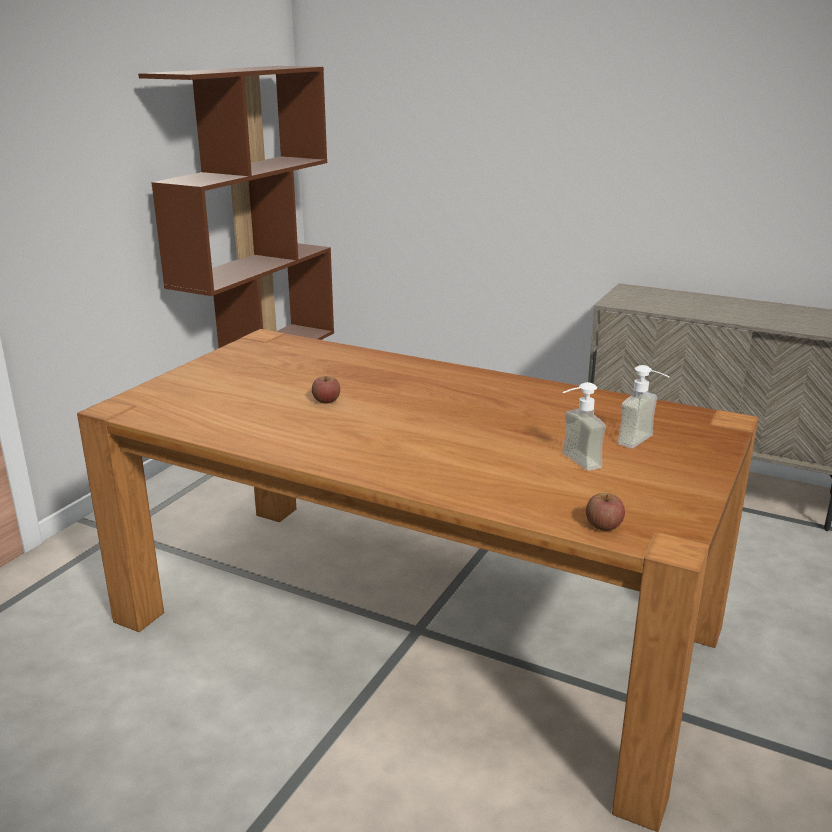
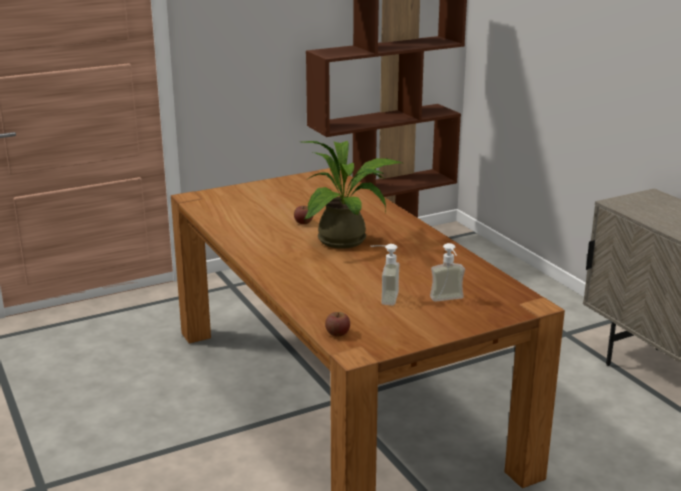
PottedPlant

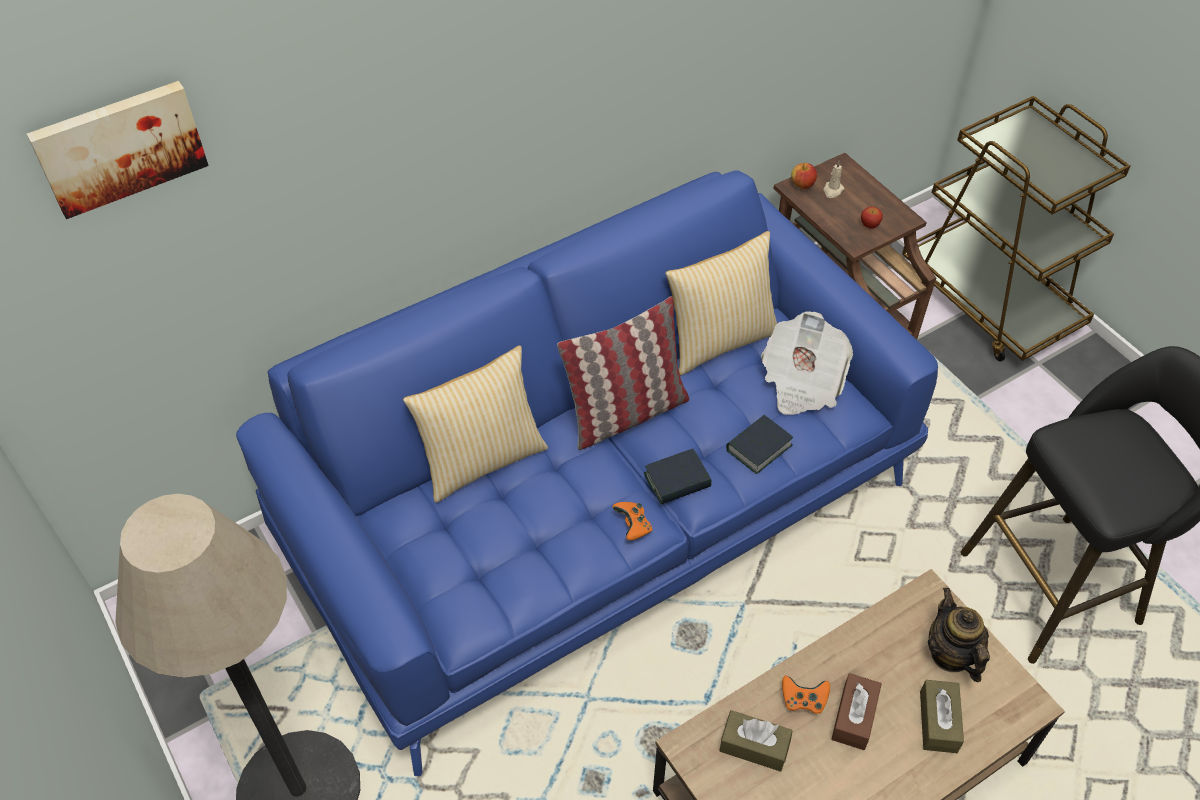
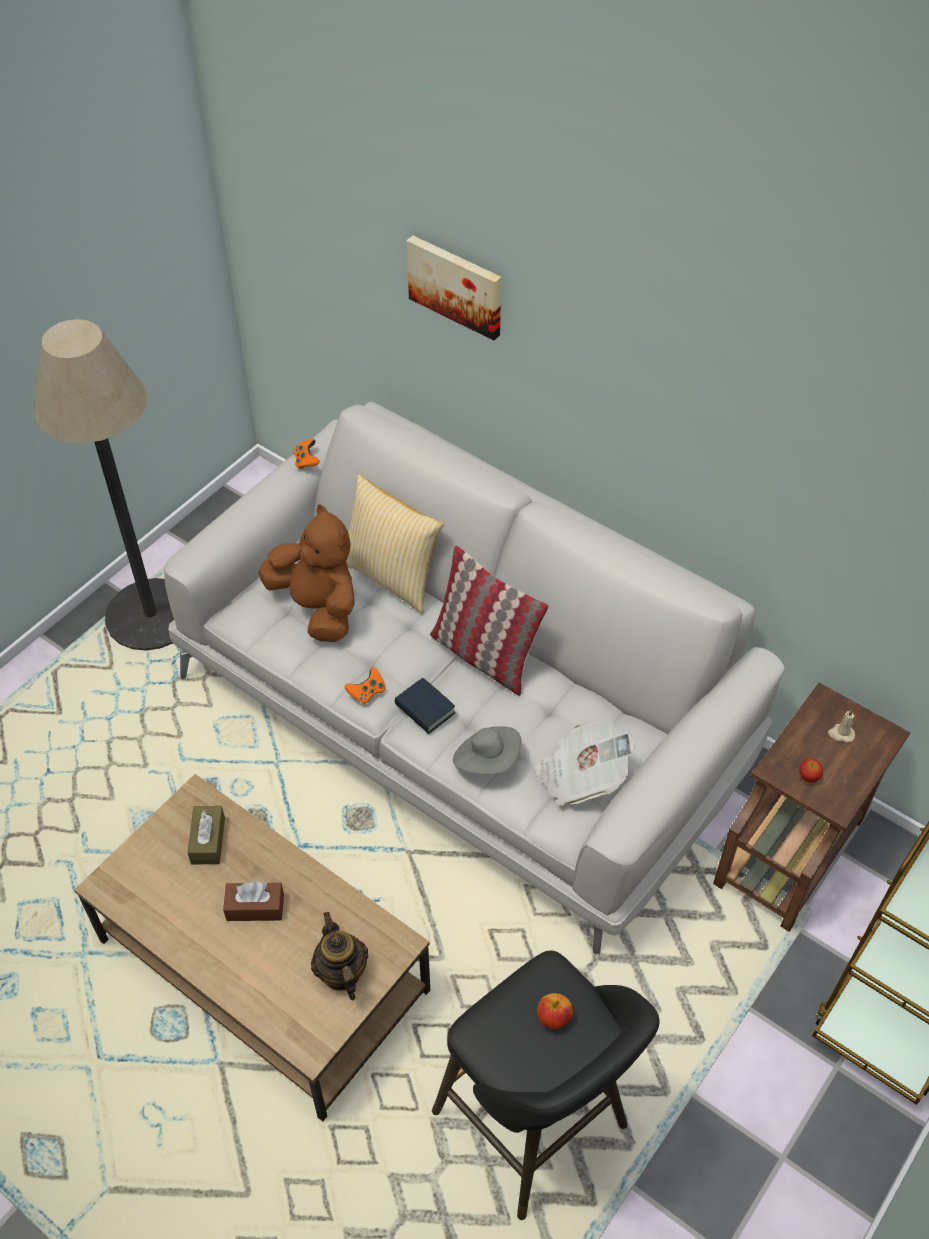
Picture; Apple (1st from left); WhiteSofa; Pillow (3rd from left in the first image); GreyHat; Teapot; OrangeGameController (1st from left); BrownTissueBox (3rd from left in the first image); BrownPlushToy

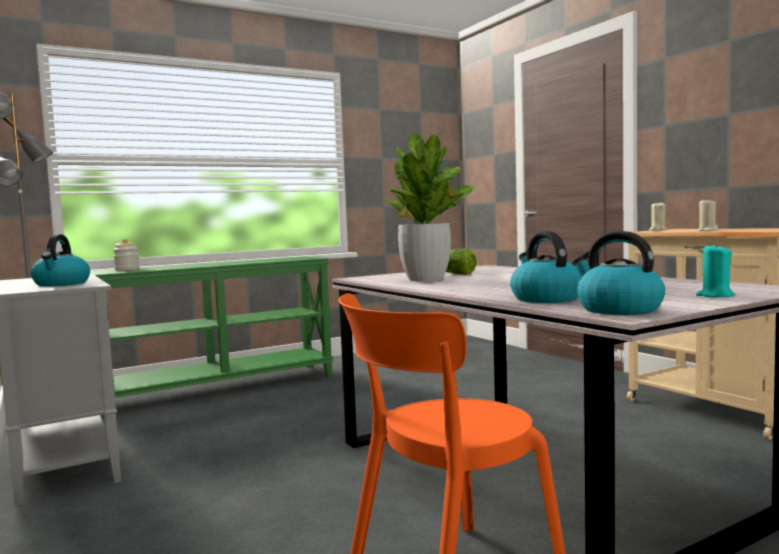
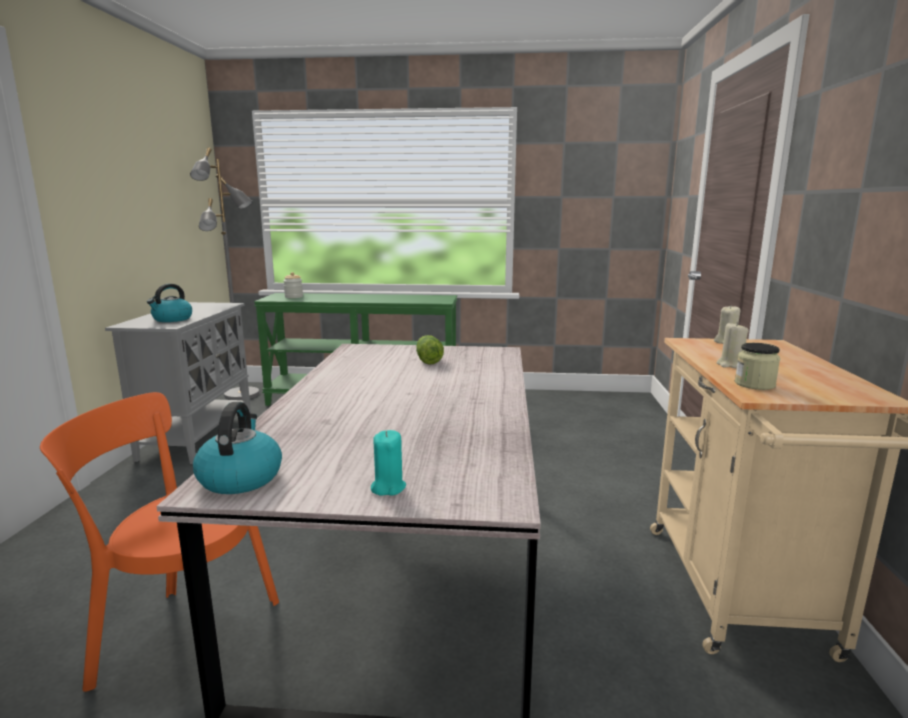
PottedPlant; Kettle (2nd from left in the first image); Jar (2nd from left)

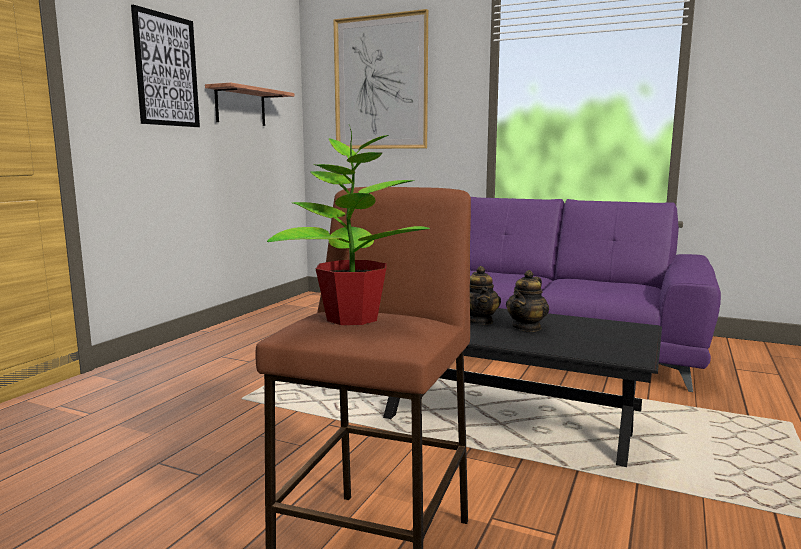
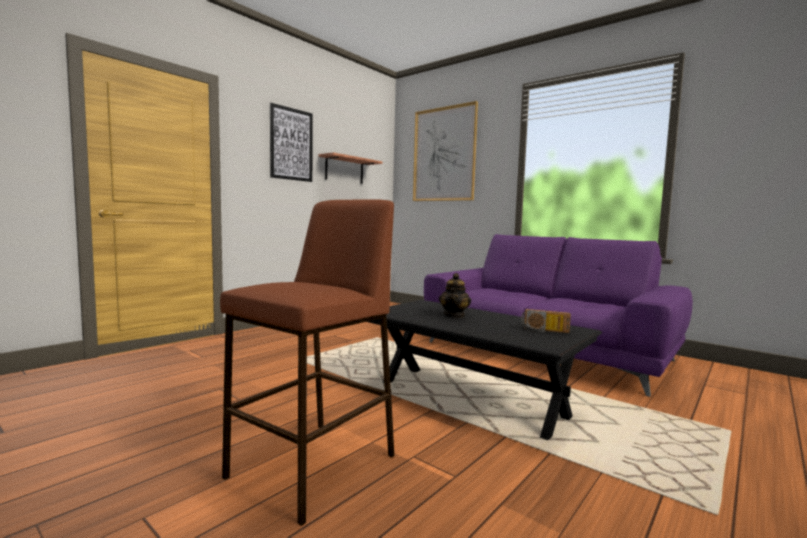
PottedPlant; Teapot (2nd from left in the first image); Radio

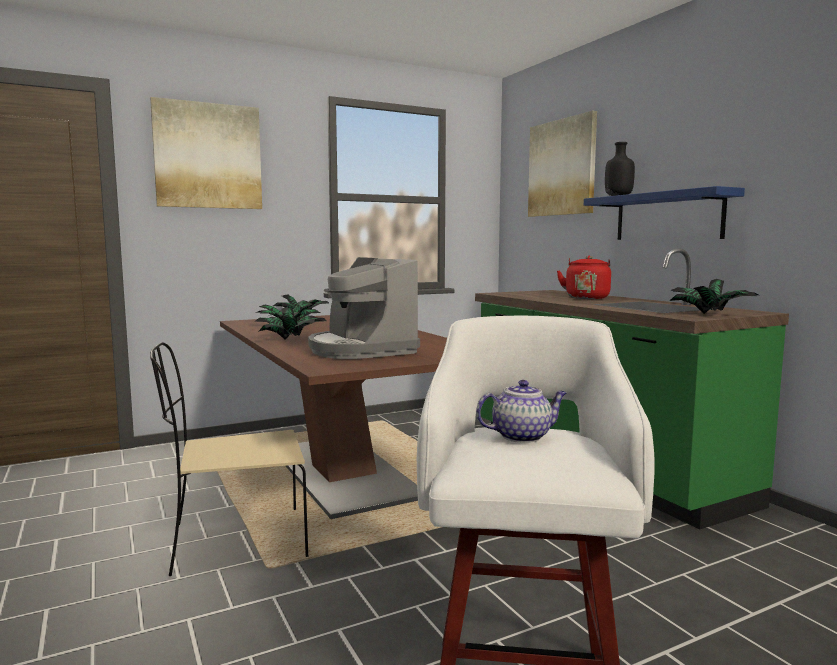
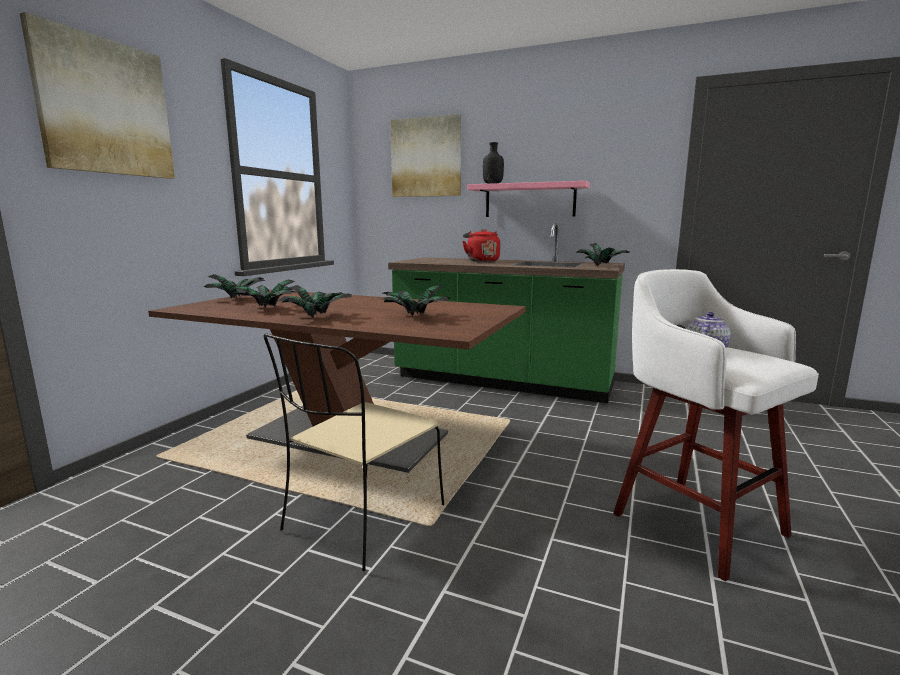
PinkShelf; PottedPlant (4th from left)

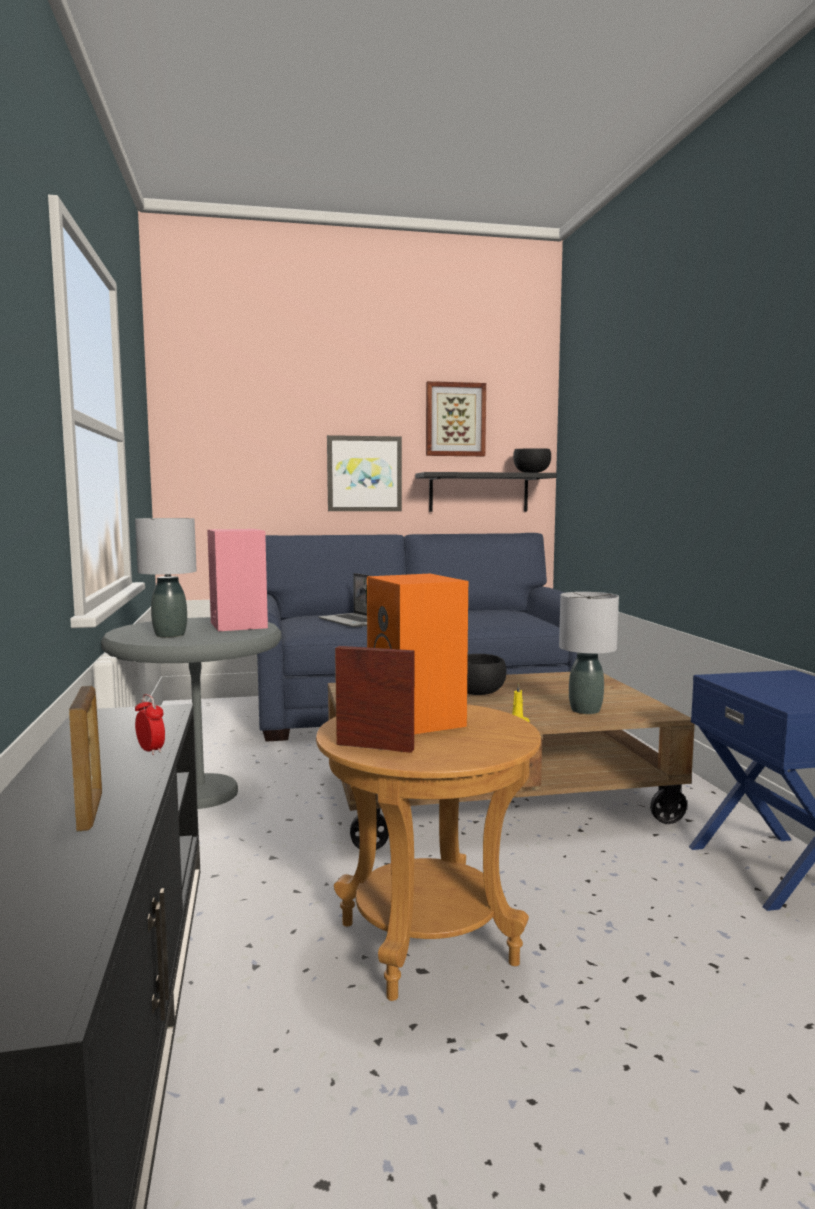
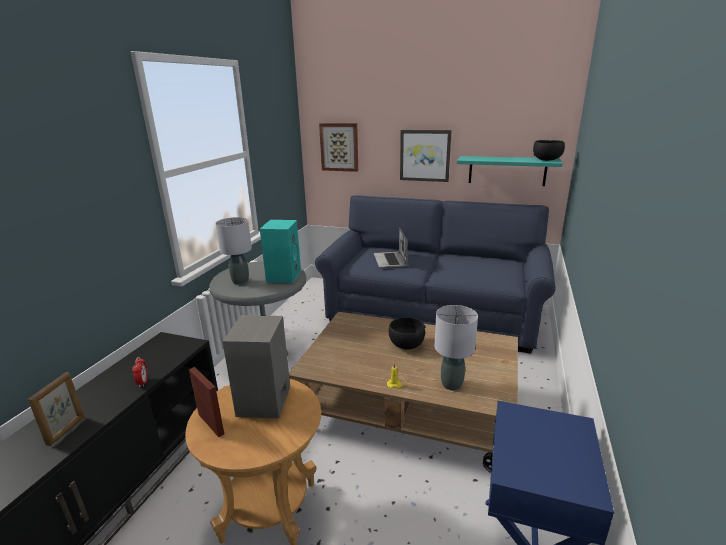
Picture (1st from left); TurquoiseShelf; TurquoiseSpeaker; GreySpeaker

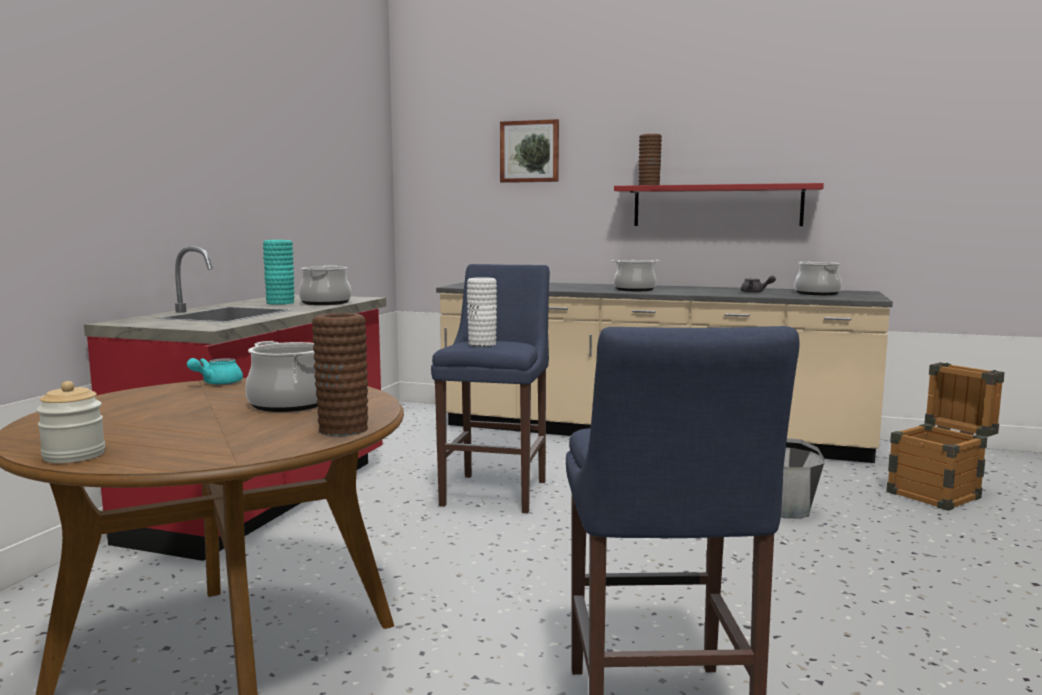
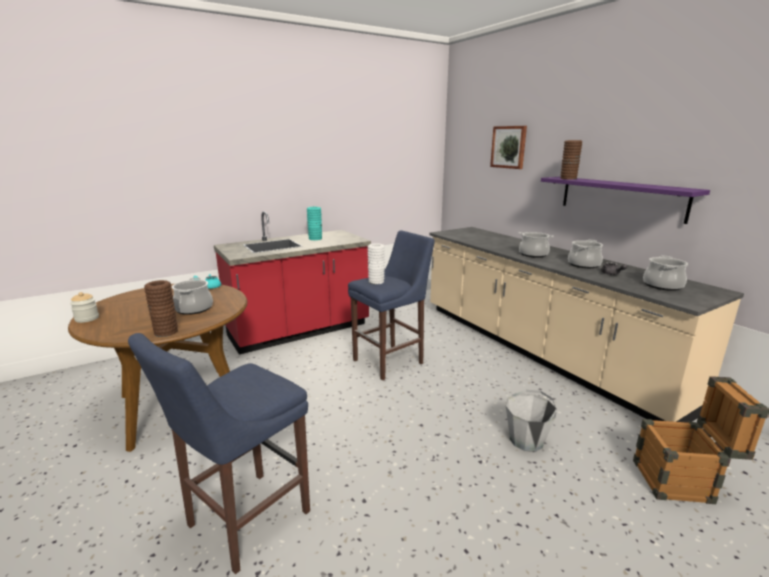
PurpleShelf; CookingPot (3rd from left)

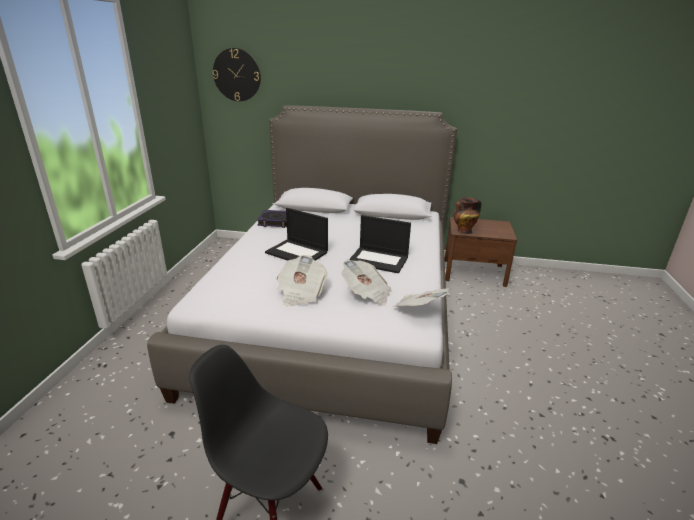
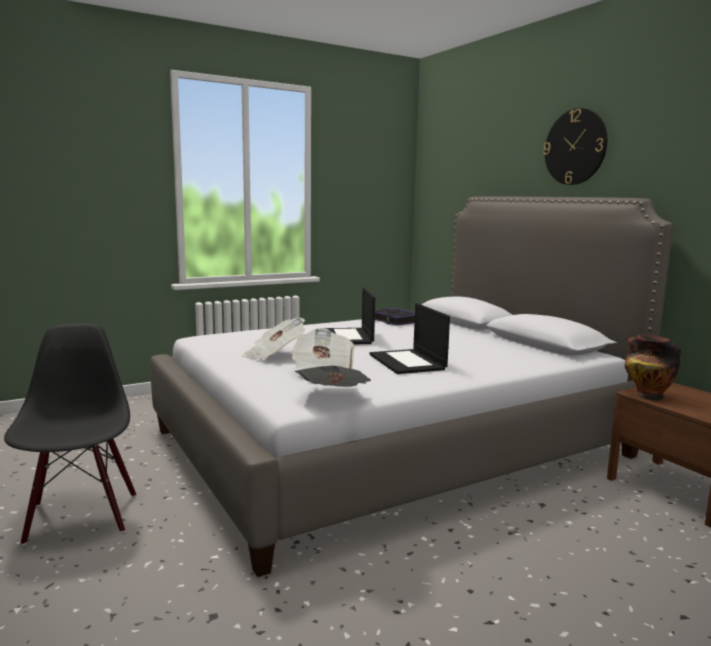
WallClock

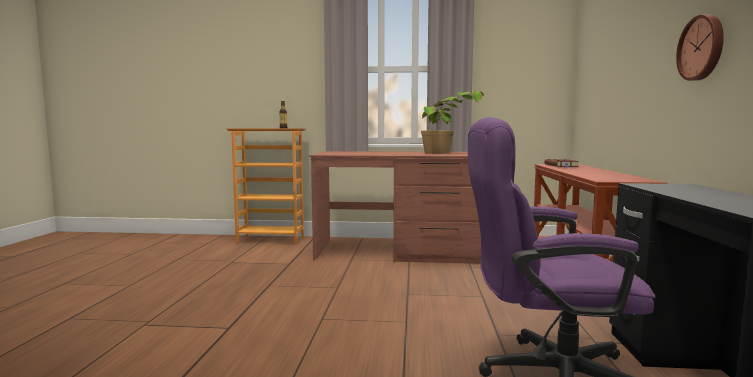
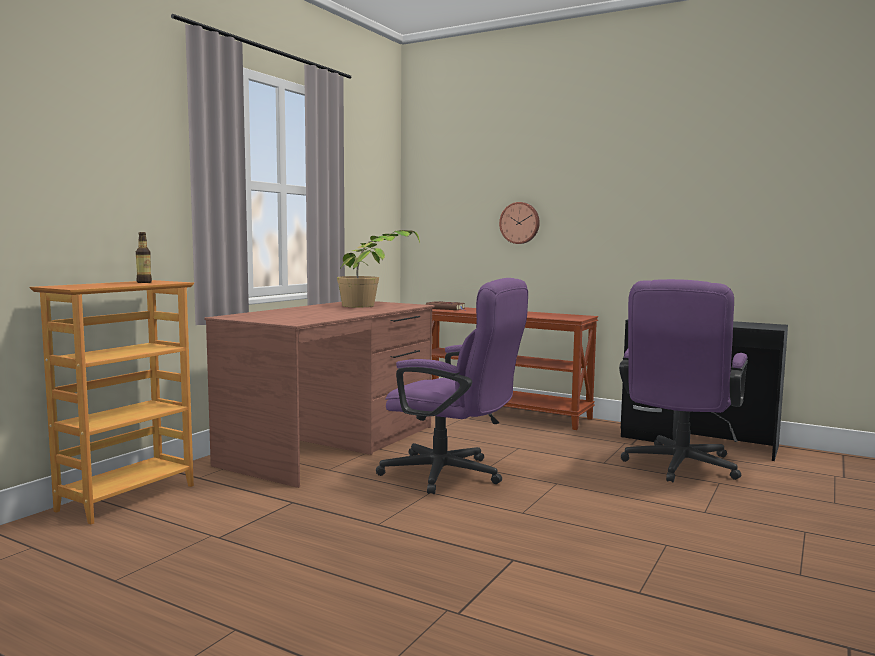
WallClock; PurpleOfficeChair (1st from left)

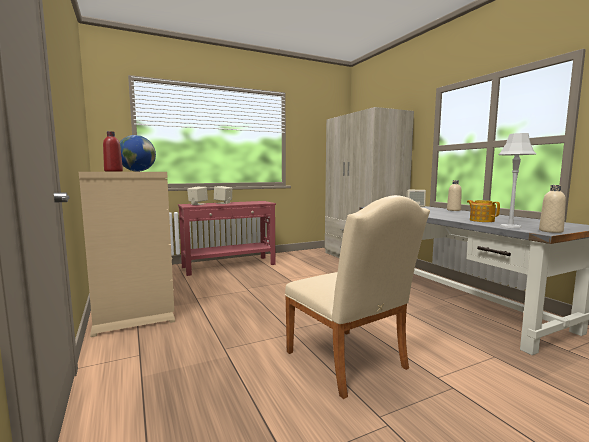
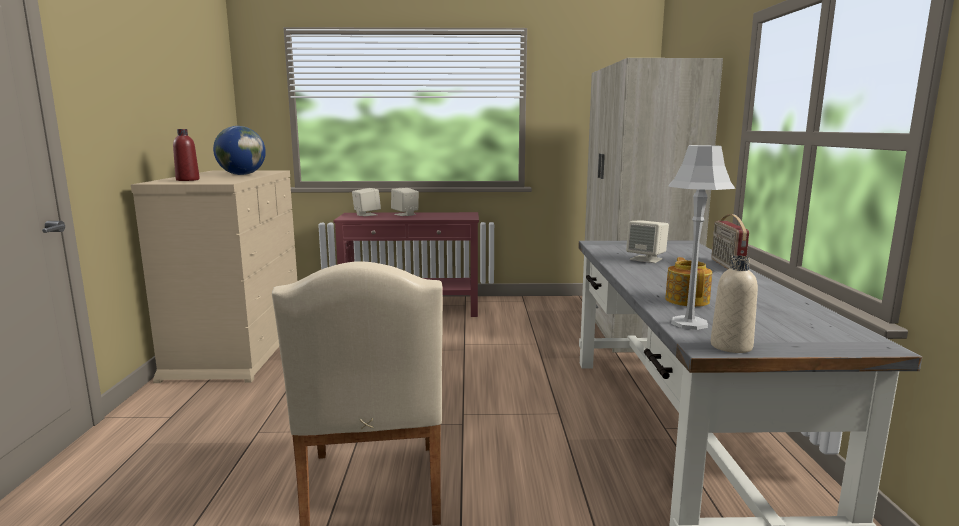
Radio

